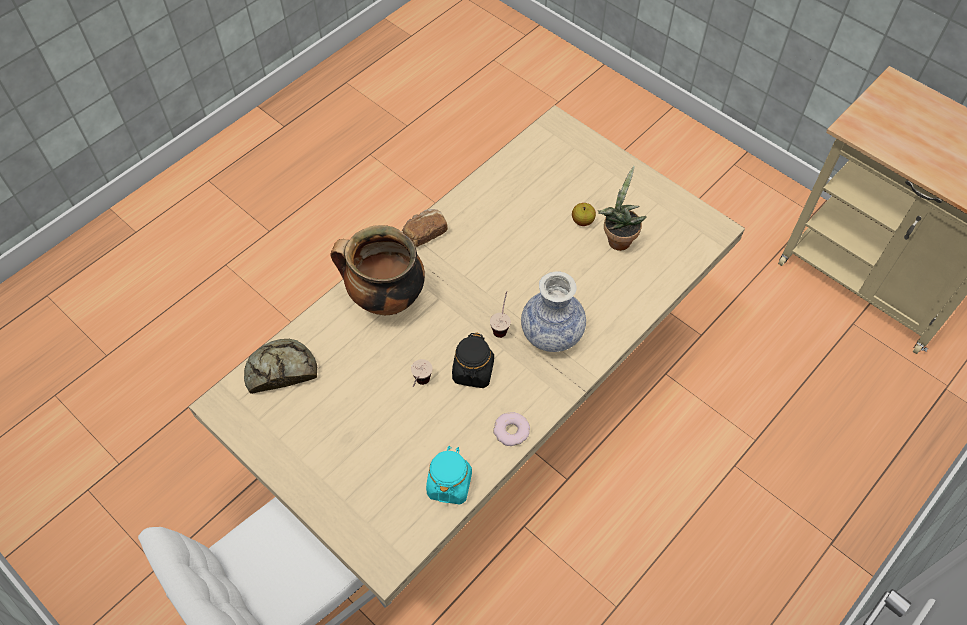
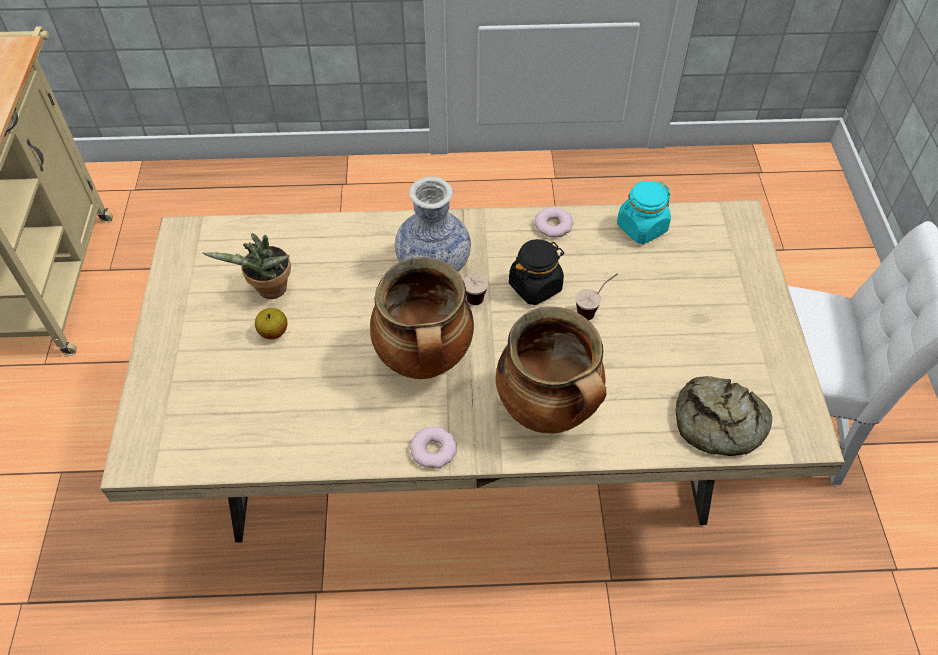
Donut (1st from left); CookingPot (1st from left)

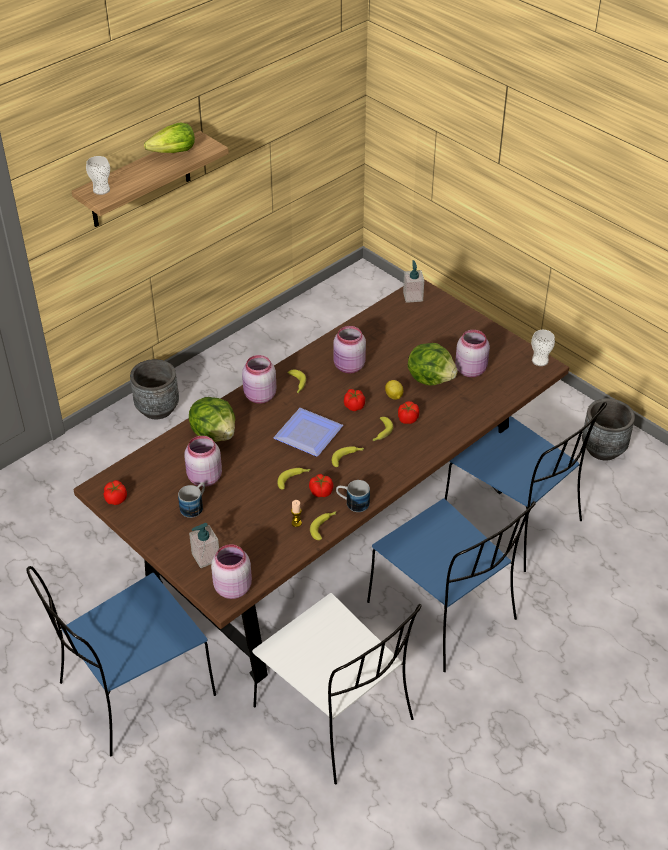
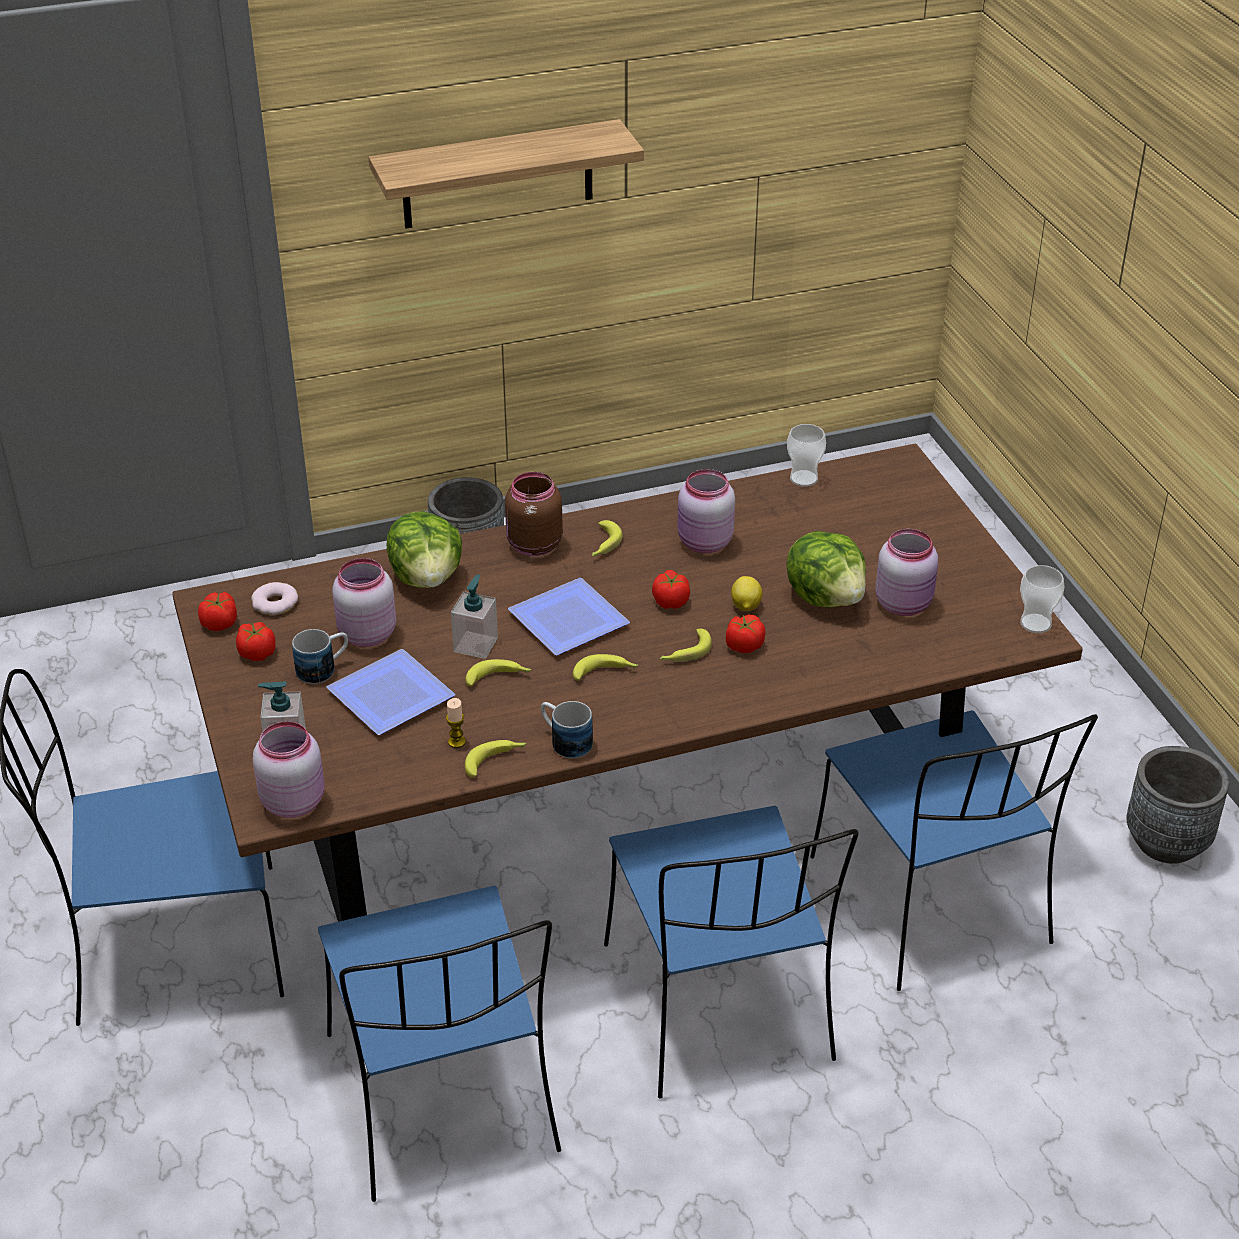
Lettuce (1st from left in the first image); Cup (1st from left); SoapDispenser (2nd from left); BrownJar; Tomato (2nd from left); BlueChair (2nd from left); Donut; Plate (1st from left)

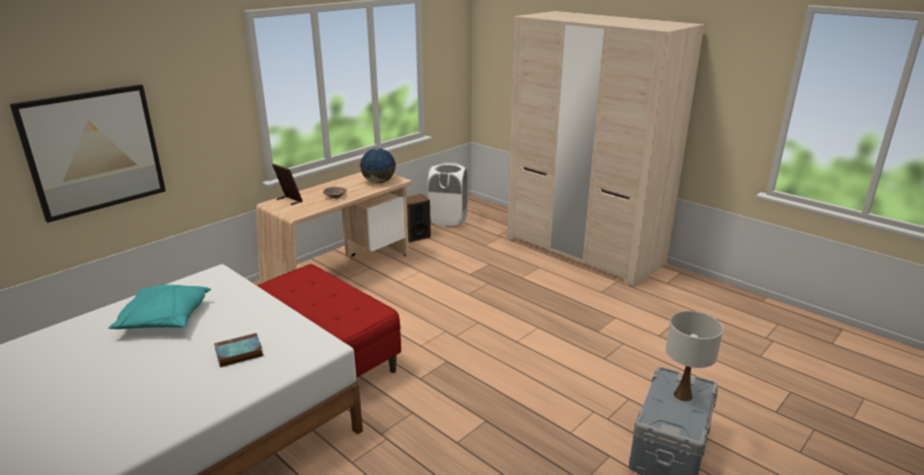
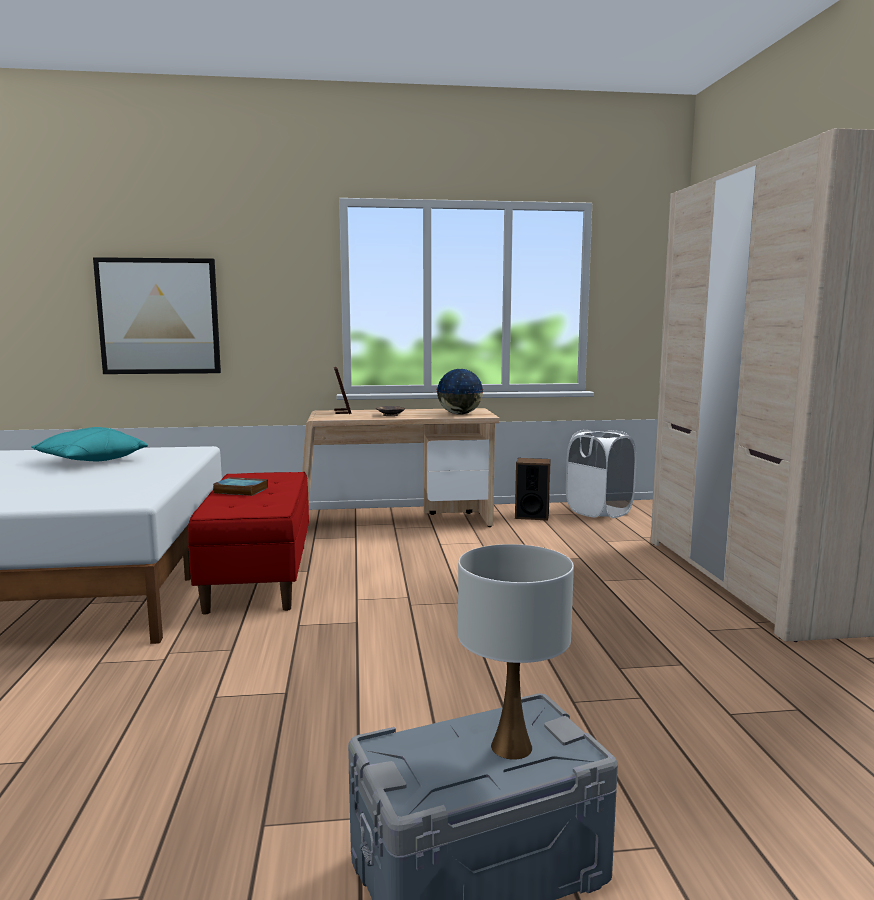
Book

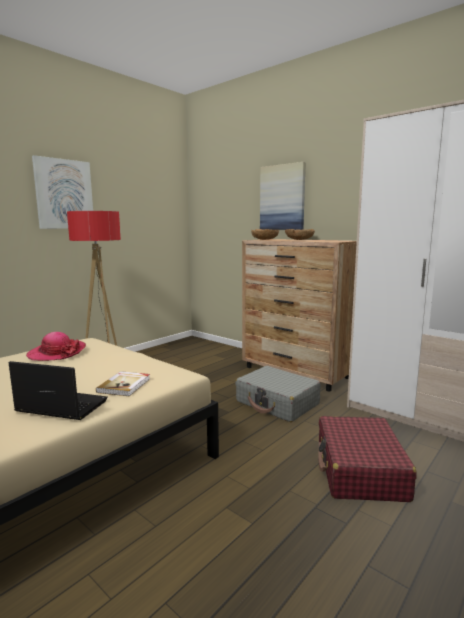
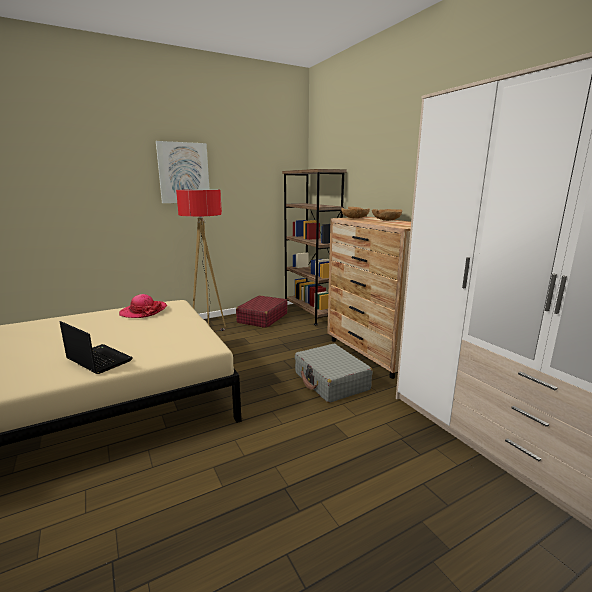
Picture (2nd from left in the first image); Book; RedSuitcase; BrownBookcase

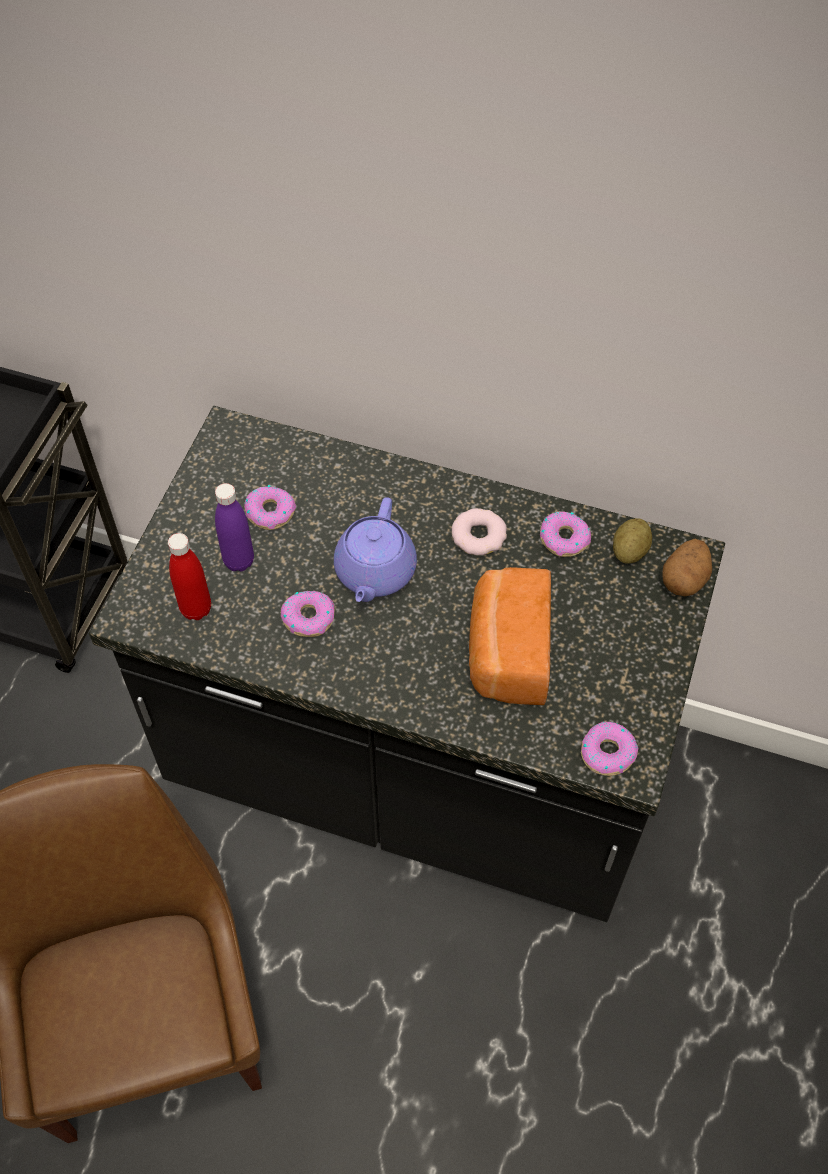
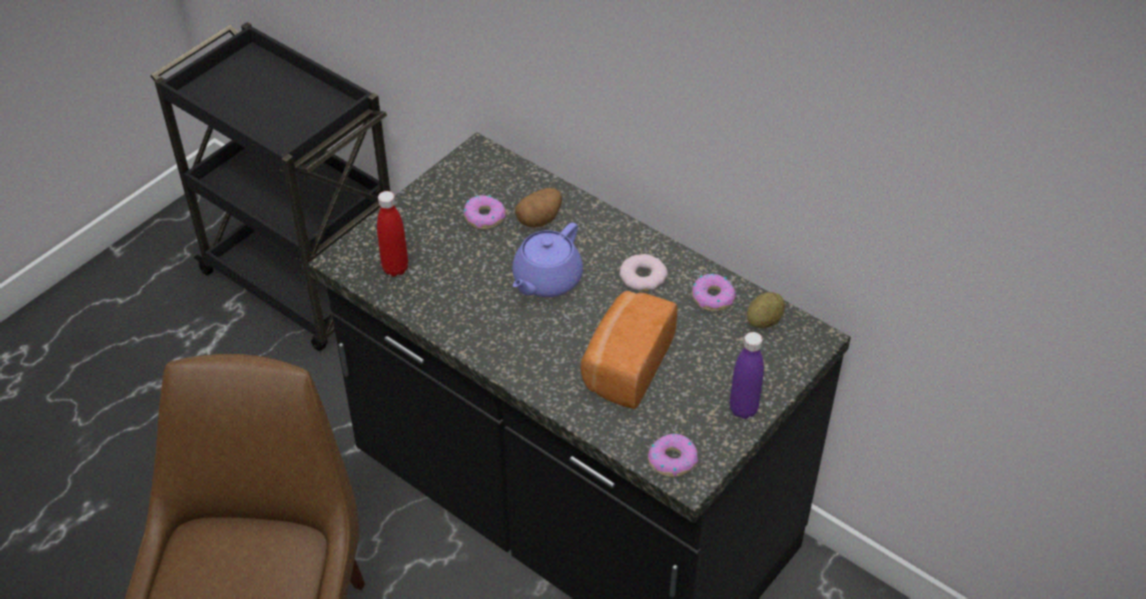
PurpleBottle; Potato (1st from left); Donut (2nd from left in the first image)

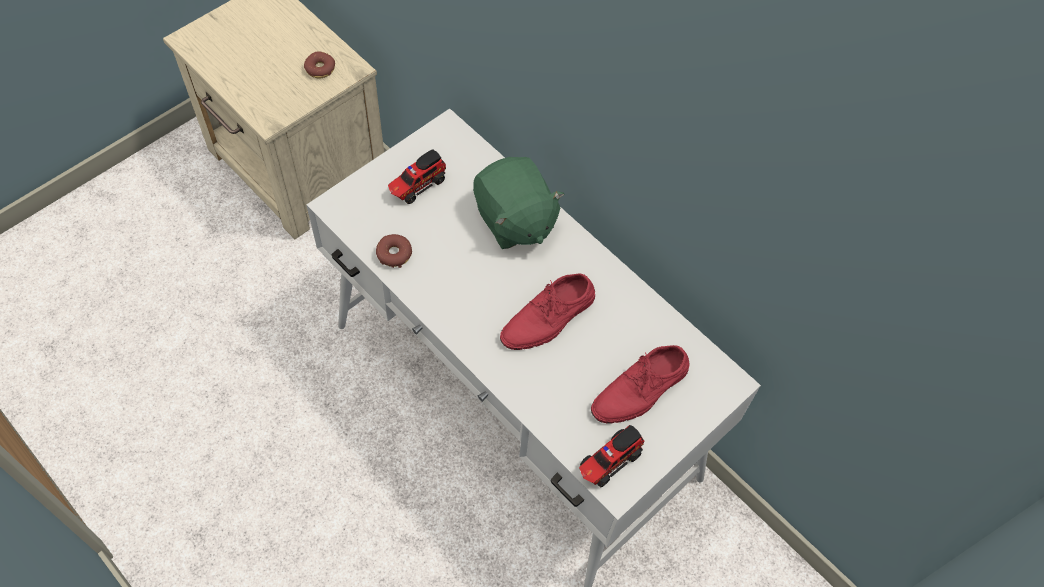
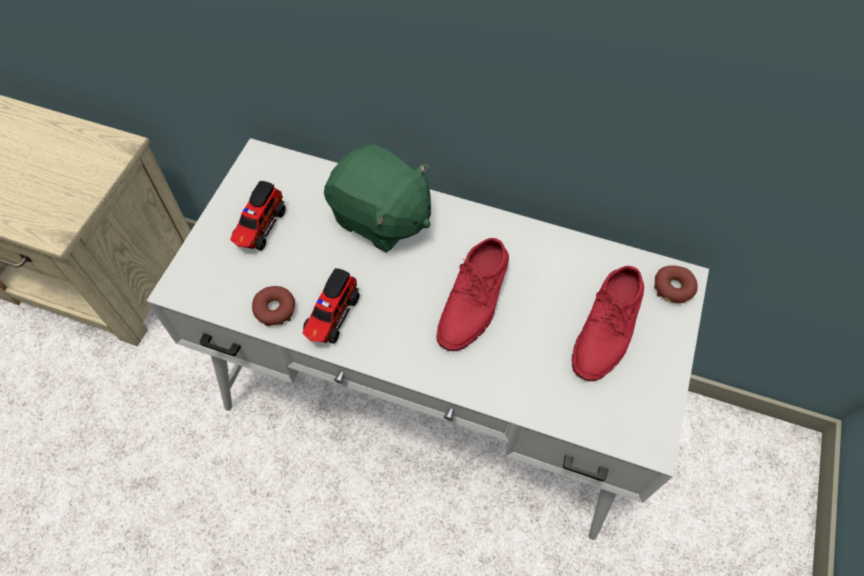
Donut (2nd from left); ToyTruck (2nd from left)

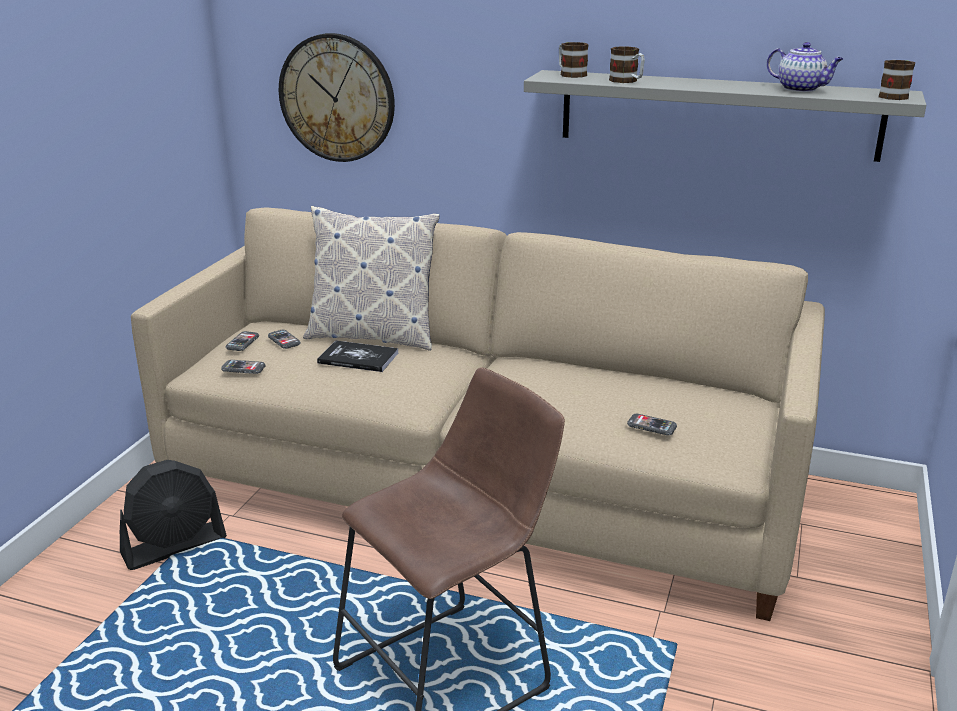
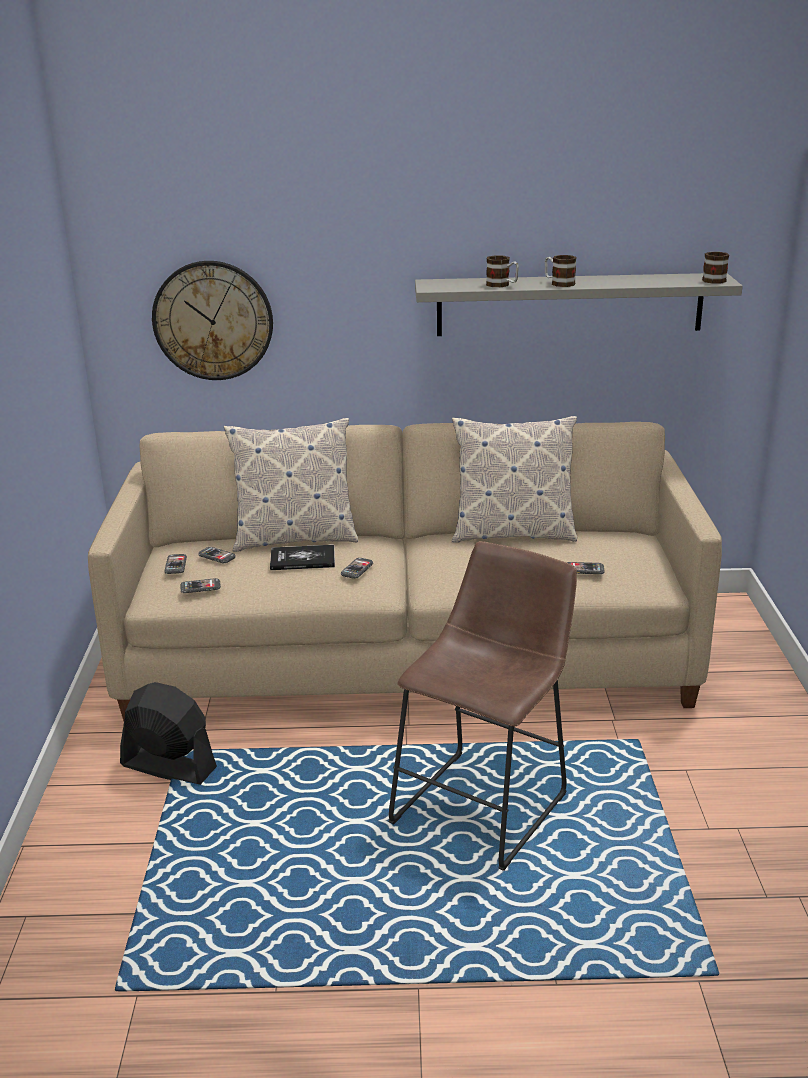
Mug (2nd from left); Teapot; BlackFan; Pillow (2nd from left); Phone (4th from left)

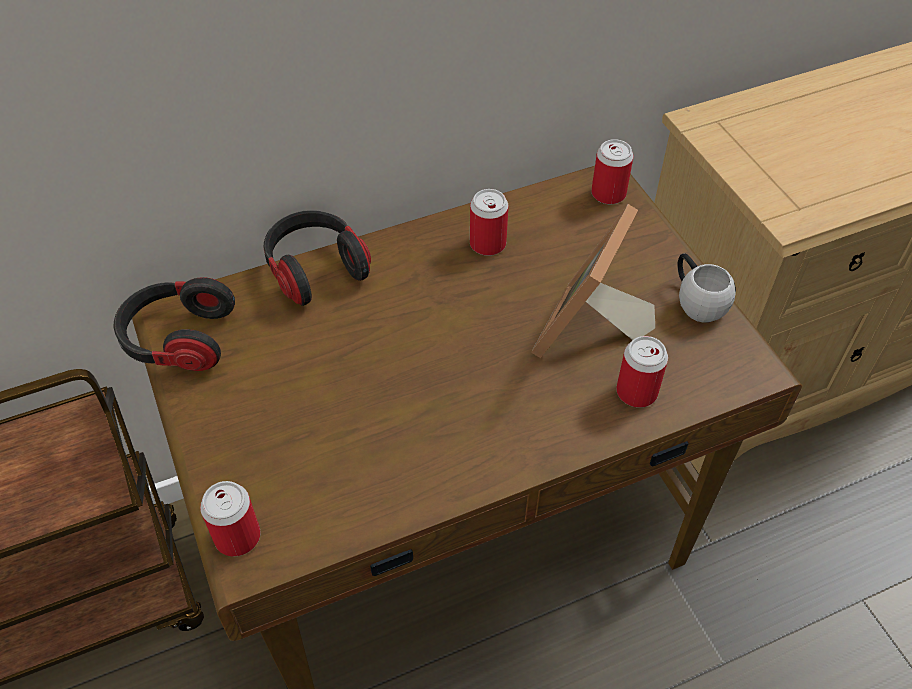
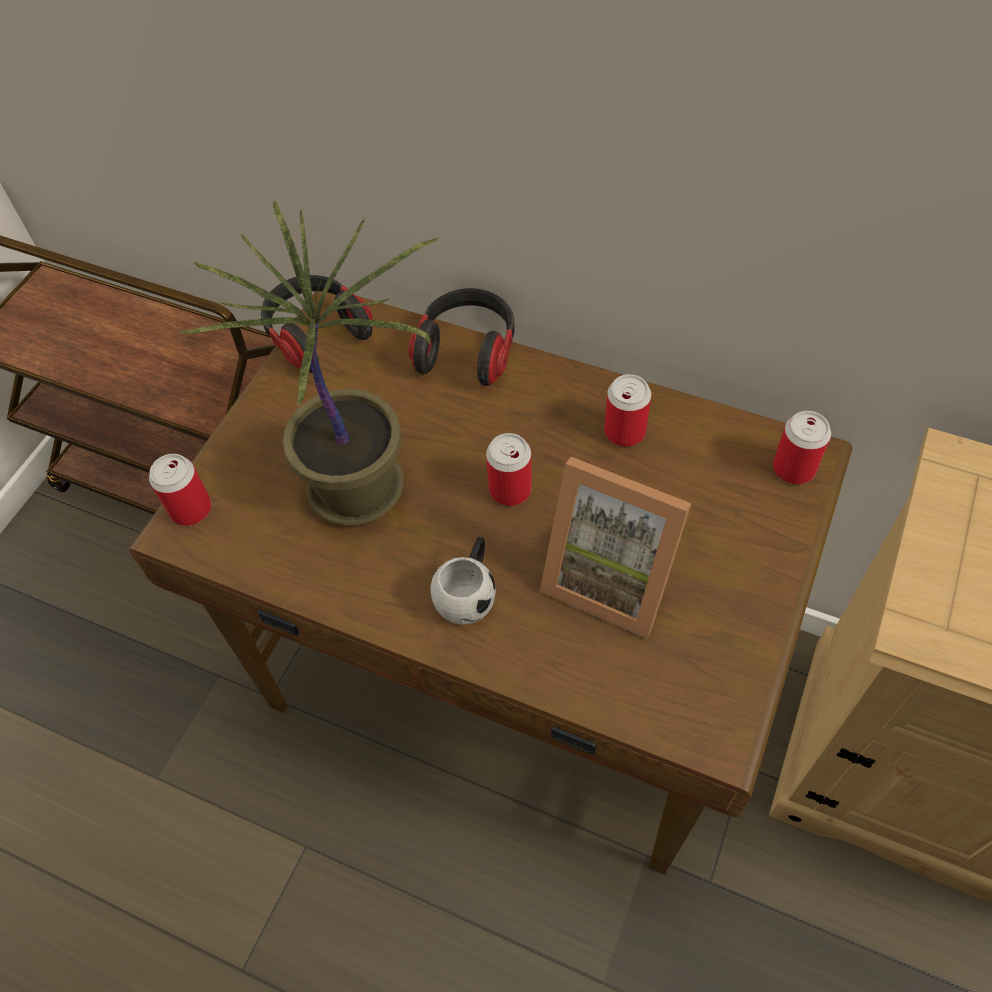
PictureFrame; WhiteMug; Can (2nd from left); PottedPlant

